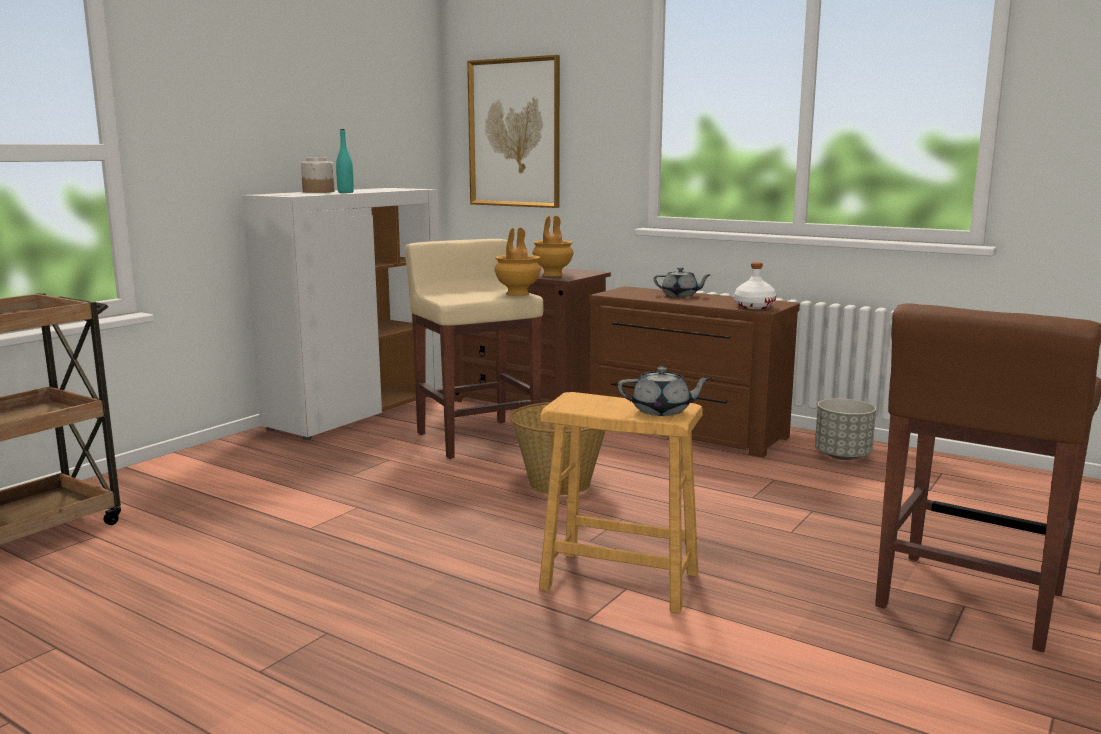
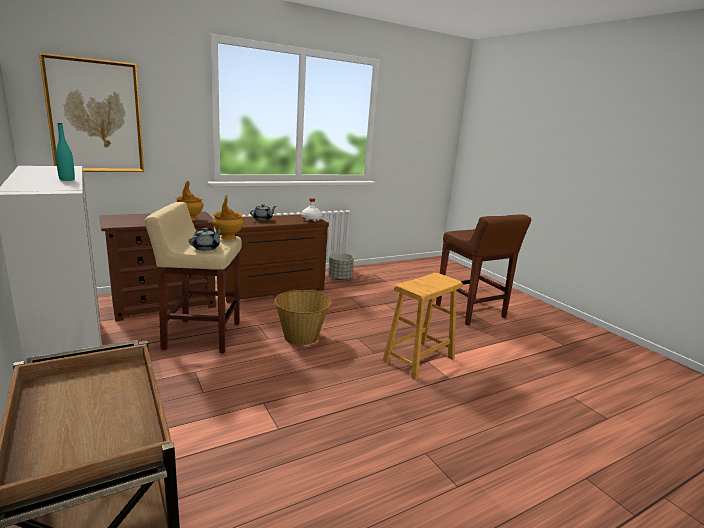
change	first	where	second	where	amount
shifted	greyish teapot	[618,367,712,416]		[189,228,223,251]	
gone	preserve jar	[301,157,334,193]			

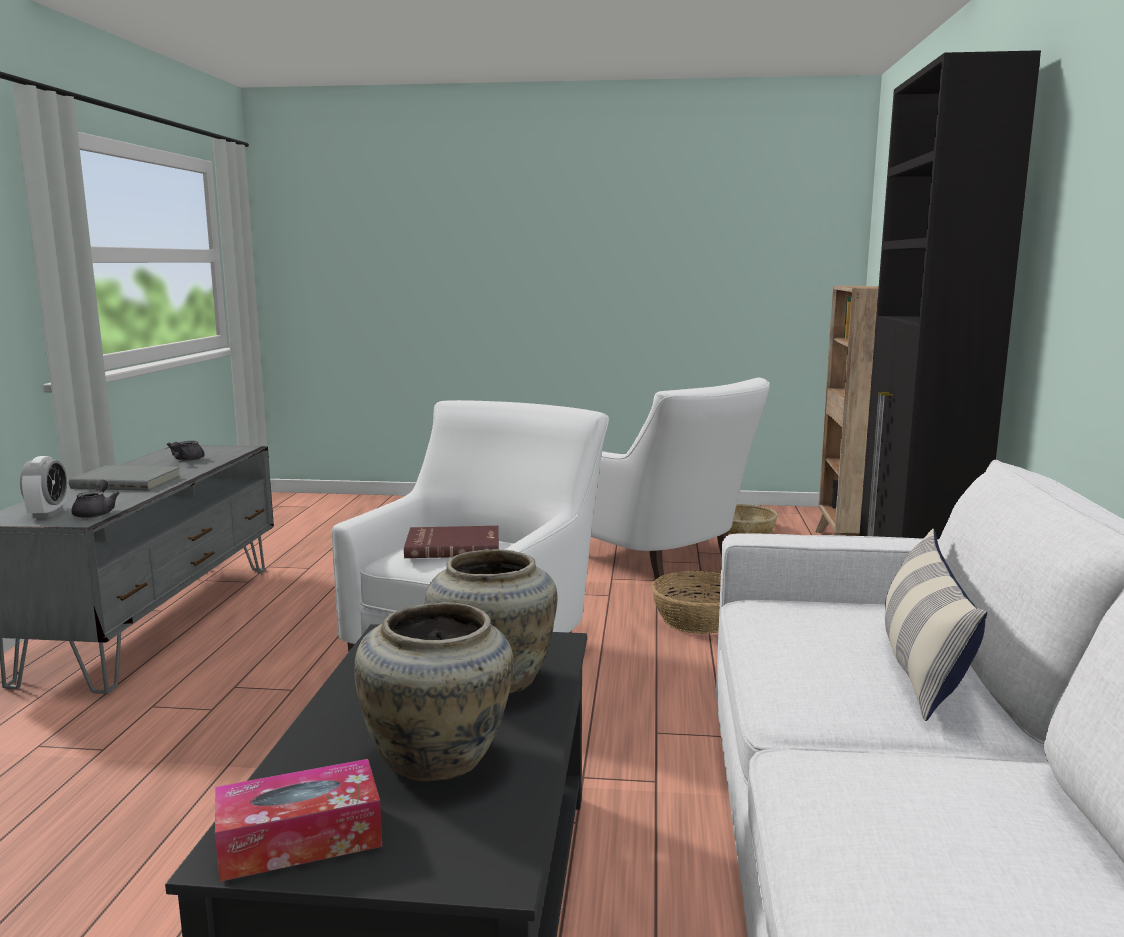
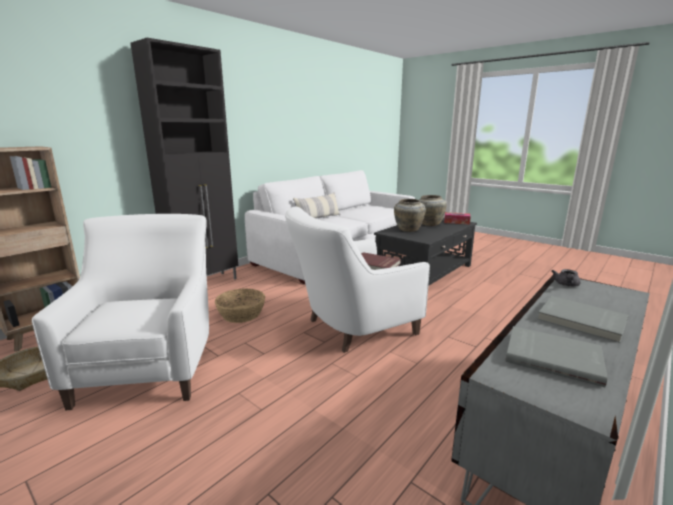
change	first	where	second	where	amount
swapped	greyish teapot	[167,441,205,461]	greyish bound book	[505,326,608,387]	
gone	table clock	[20,456,67,518]			

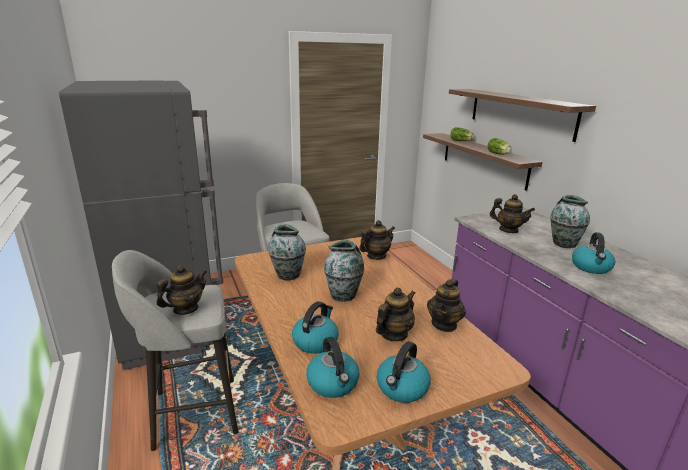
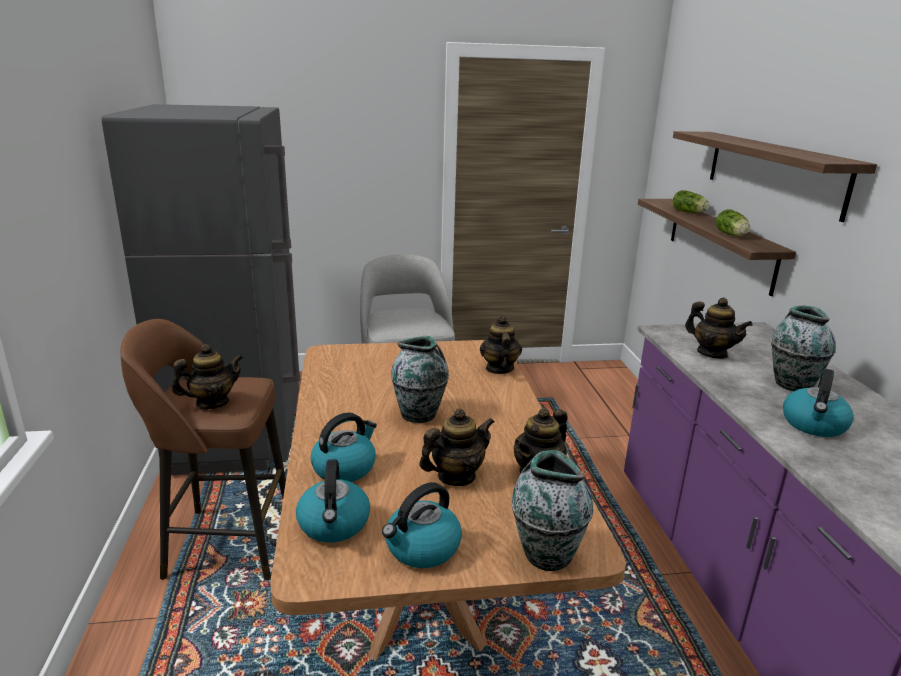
change	first	where	second	where	amount
repainted	greyish stool seat	[112,250,238,451]	brown-coloured stool seat	[120,319,286,580]	
rotated	teapot	[359,220,395,260]		[480,316,522,374]	75 degrees counterclockwise
shifted	decorative vase	[268,224,306,280]		[512,450,593,571]	

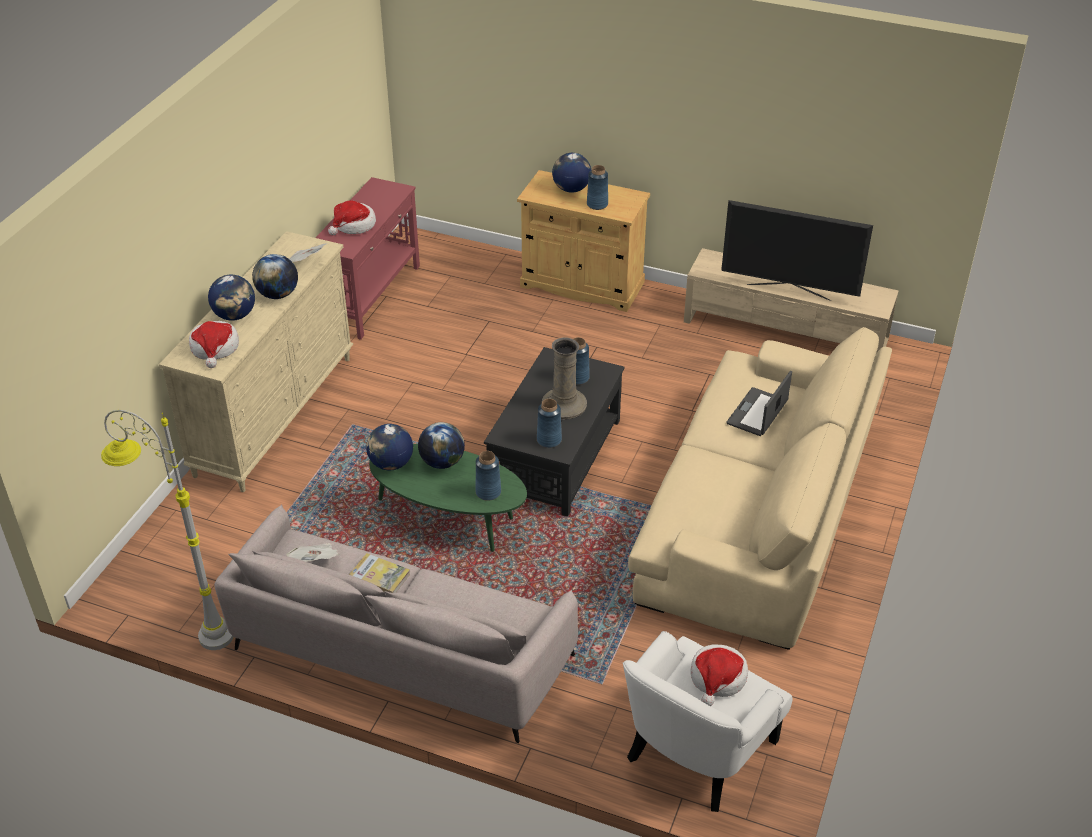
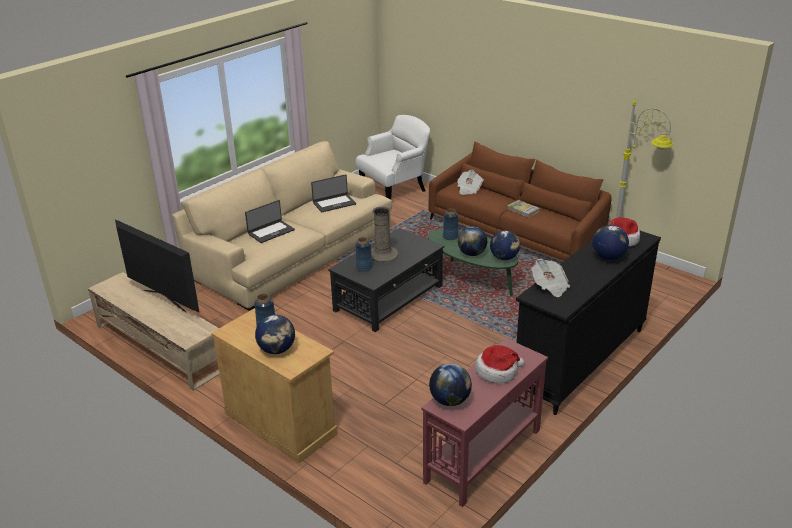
change	first	where	second	where	amount
new			portable computer	[311,174,356,212]	
repainted	greyish sofa	[215,504,578,743]	brown-coloured sofa	[428,141,612,261]	
shifted	globe	[252,254,298,299]		[429,363,472,406]	
shifted	printed paper	[286,543,339,562]		[457,170,484,195]	
repainted	sand-coloured chest of drawers	[159,231,353,492]	blackish chest of drawers	[516,230,661,415]	
gone	blue decorative vase	[537,399,562,448]			
gone	wearable hat	[690,644,748,706]			

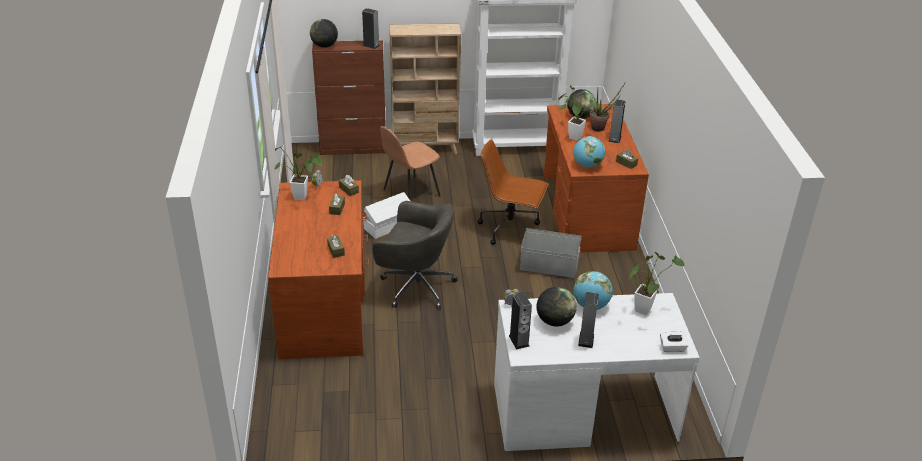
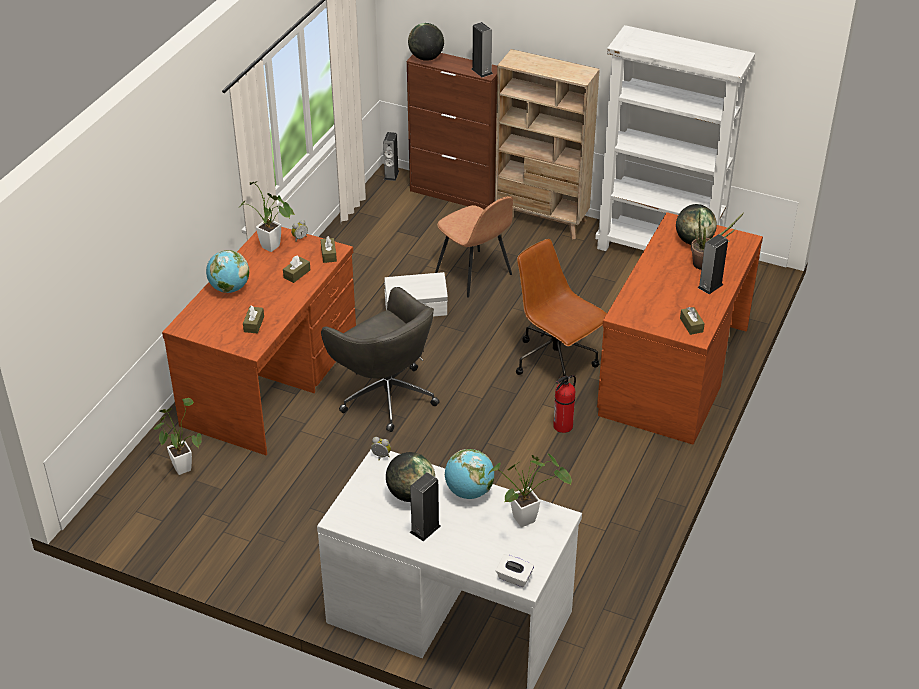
change	first	where	second	where	amount
shifted	houseplant	[558,86,599,141]		[153,398,202,475]	
shifted	globe	[574,136,605,168]		[206,250,249,293]	
shifted	audio speaker	[509,293,532,350]		[383,132,399,181]	
rotated	brown-coloured plain chair	[380,126,441,200]		[435,196,513,298]	120 degrees counterclockwise
swapped	greyish storage box	[520,228,582,278]	extinguisher	[553,375,576,433]	

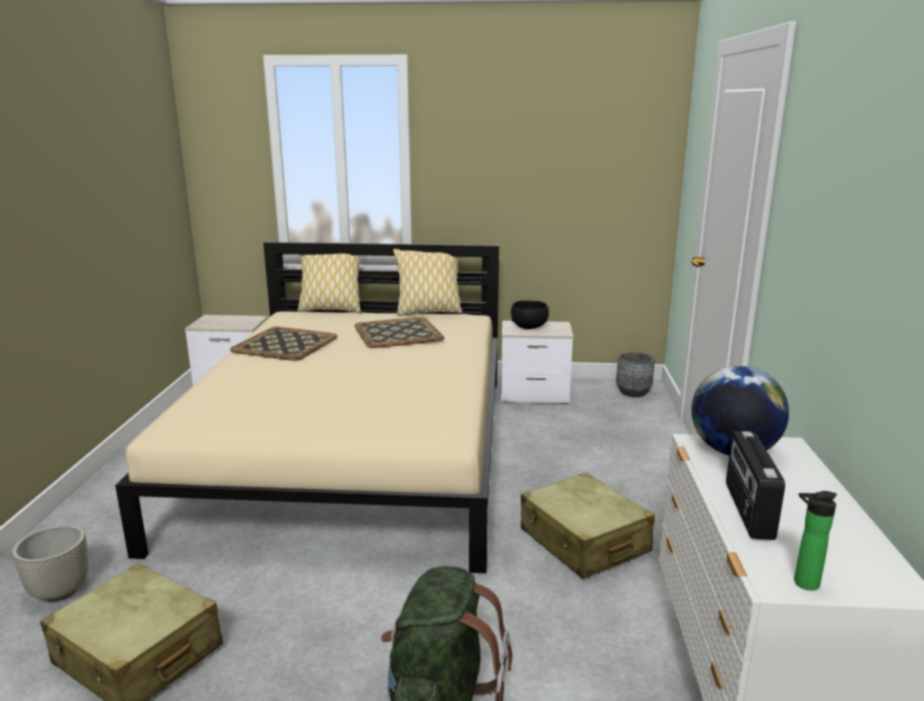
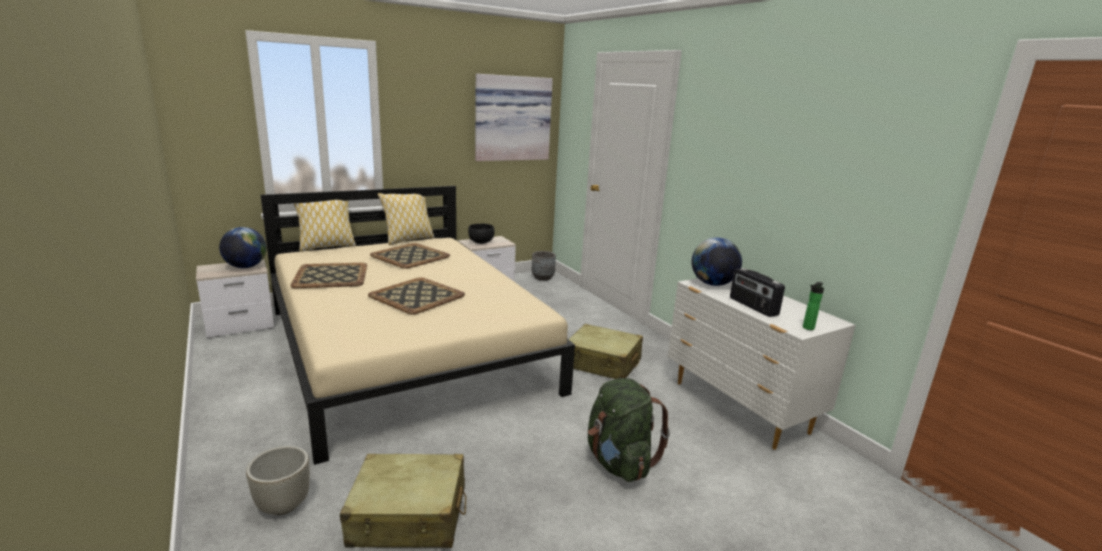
change	first	where	second	where	amount
new			globe	[219,227,267,268]	
new			tray	[368,277,465,315]	
new			picture	[475,74,553,161]	

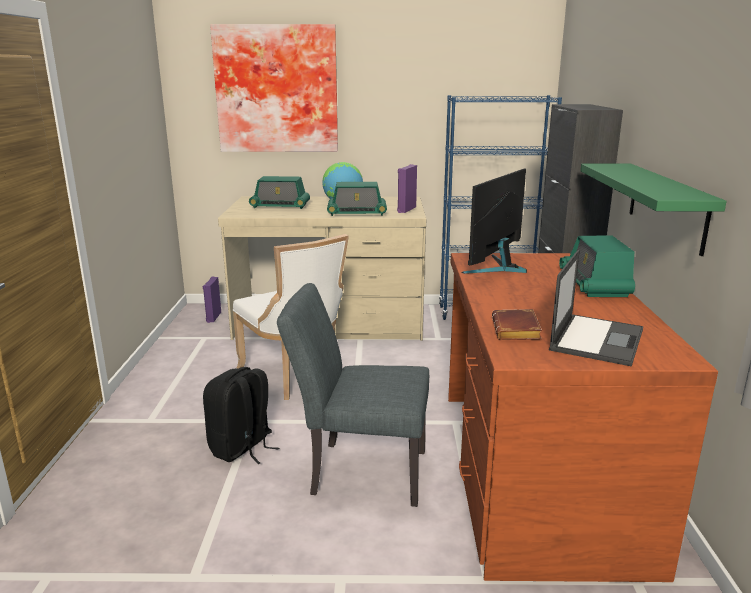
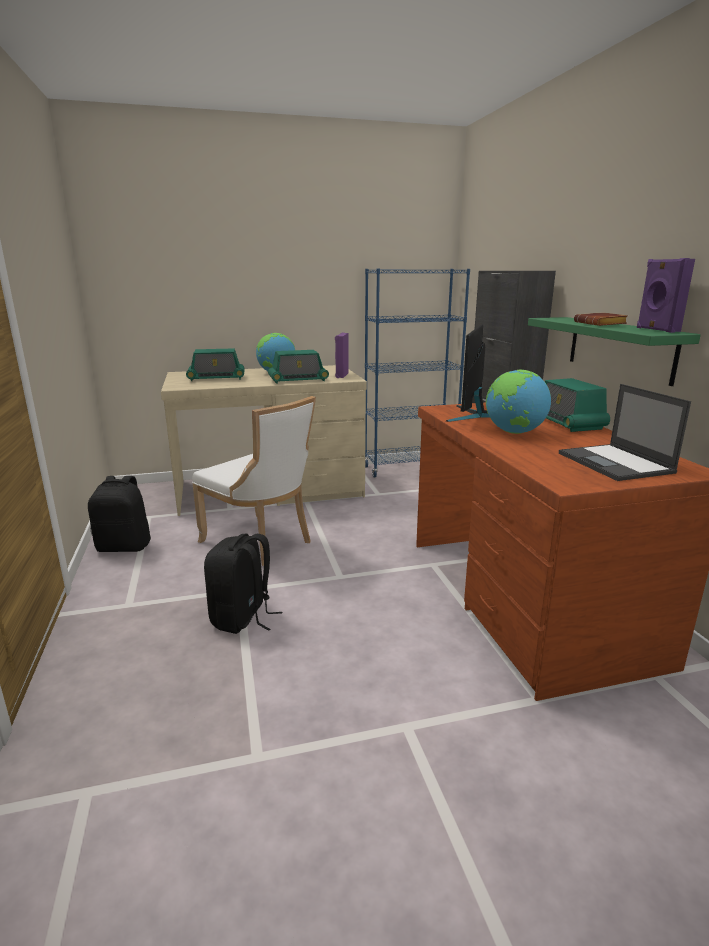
change	first	where	second	where	amount
new			blackish knapsack	[88,476,151,552]	
new			globe	[486,370,551,434]	
rotated	portable computer	[549,250,643,367]		[559,384,691,481]	150 degrees clockwise
shifted	brown-coloured bound book	[492,309,542,340]		[574,312,628,326]	
shifted	purple audio speaker	[203,277,221,323]		[637,258,695,333]	
gone	picture	[210,24,338,152]			
gone	greyish plain chair	[277,283,429,507]			

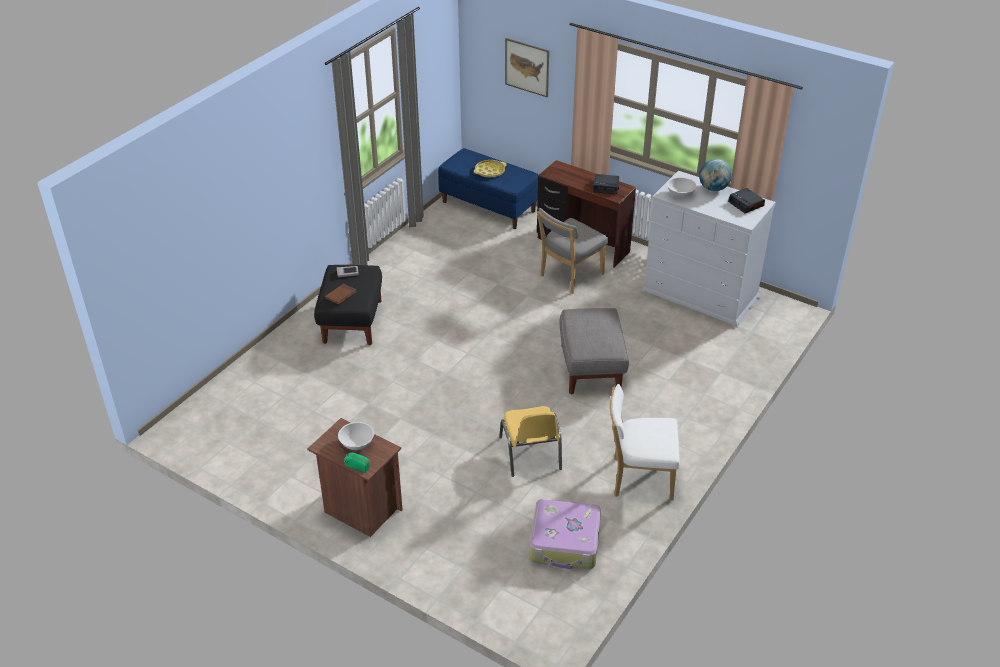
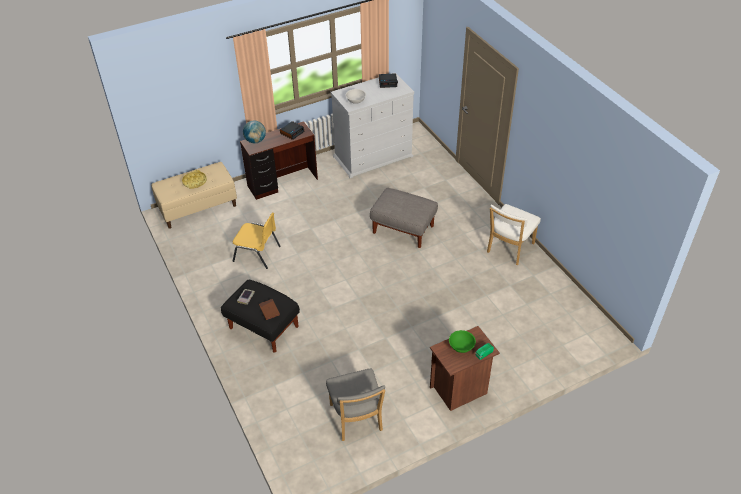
change	first	where	second	where	amount
repainted	blue bench	[438,148,538,229]	sand-coloured bench	[151,162,237,229]	
shifted	yellow-coloured plain chair	[499,406,562,477]		[233,212,281,269]	
shifted	globe	[699,159,732,191]		[243,120,266,143]	
shifted	greyish plain chair	[537,208,608,294]		[326,369,385,441]	
repainted	whitish deep dish	[338,422,374,450]	green-coloured deep dish	[449,330,476,353]	
gone	picture	[505,38,549,97]			
gone	travel case	[529,499,601,569]			

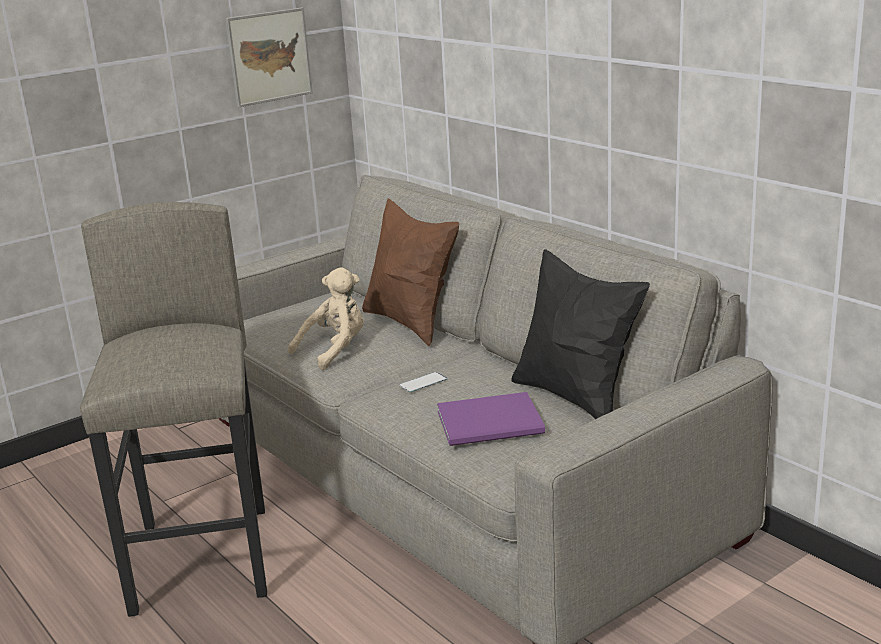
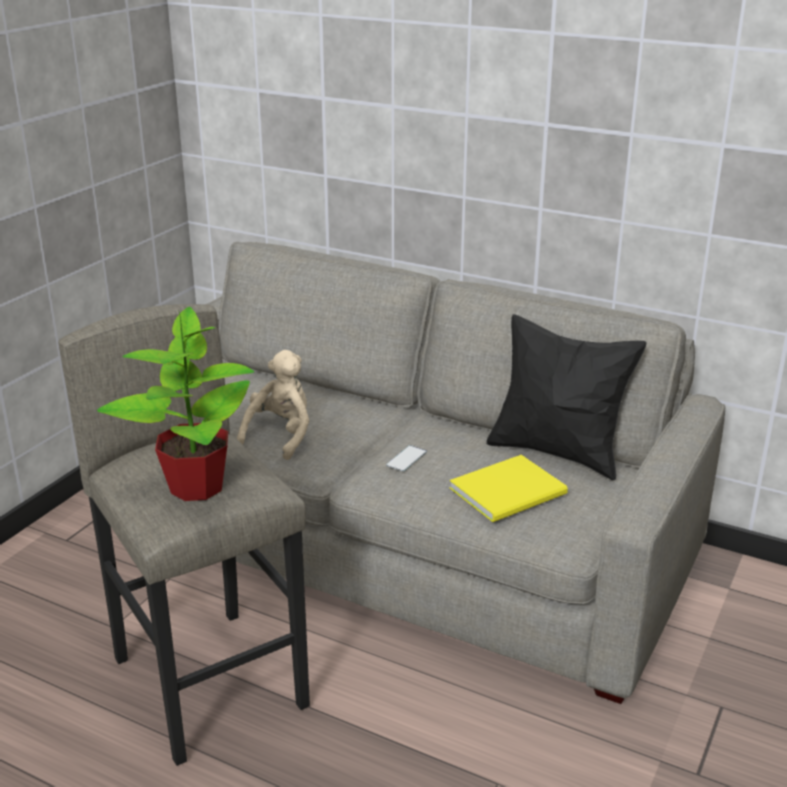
change	first	where	second	where	amount
new			houseplant	[97,307,254,501]	
repainted	purple bound book	[437,392,545,446]	yellow-coloured bound book	[450,455,568,522]	
gone	picture	[225,7,313,107]			
gone	brown-coloured throw pillow	[362,198,459,346]			

